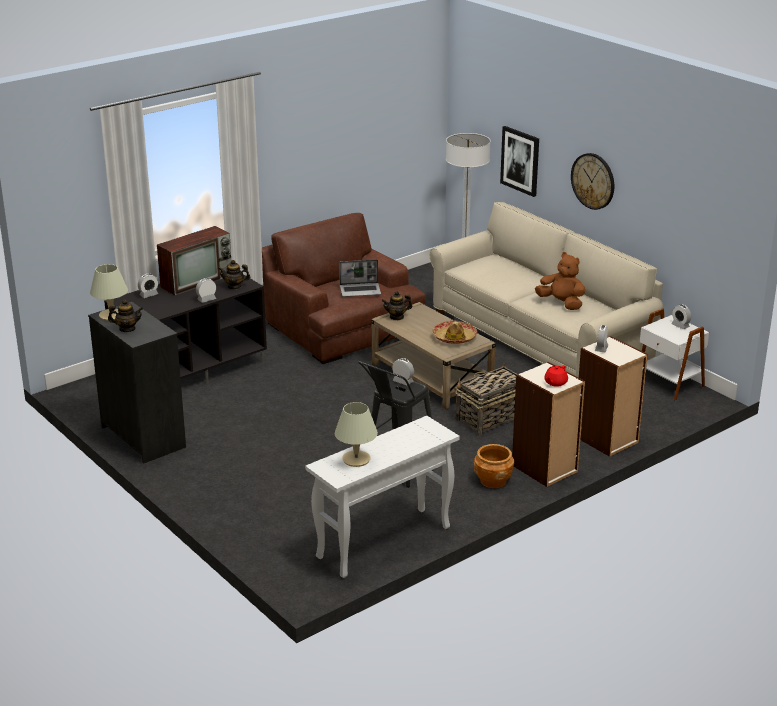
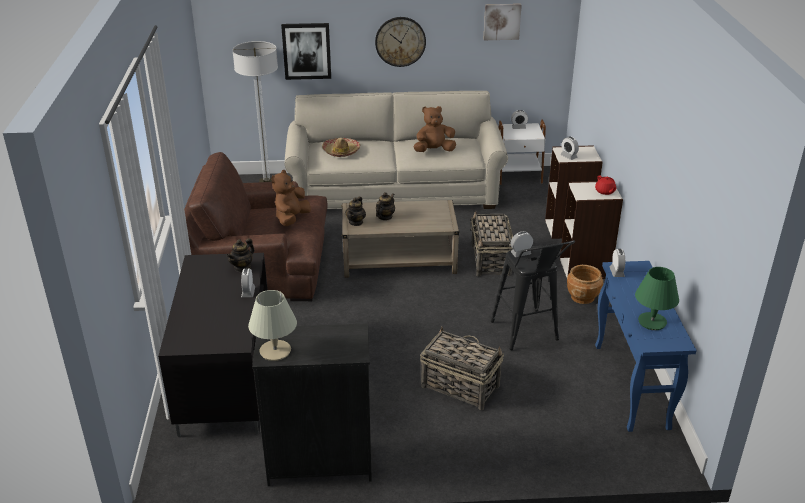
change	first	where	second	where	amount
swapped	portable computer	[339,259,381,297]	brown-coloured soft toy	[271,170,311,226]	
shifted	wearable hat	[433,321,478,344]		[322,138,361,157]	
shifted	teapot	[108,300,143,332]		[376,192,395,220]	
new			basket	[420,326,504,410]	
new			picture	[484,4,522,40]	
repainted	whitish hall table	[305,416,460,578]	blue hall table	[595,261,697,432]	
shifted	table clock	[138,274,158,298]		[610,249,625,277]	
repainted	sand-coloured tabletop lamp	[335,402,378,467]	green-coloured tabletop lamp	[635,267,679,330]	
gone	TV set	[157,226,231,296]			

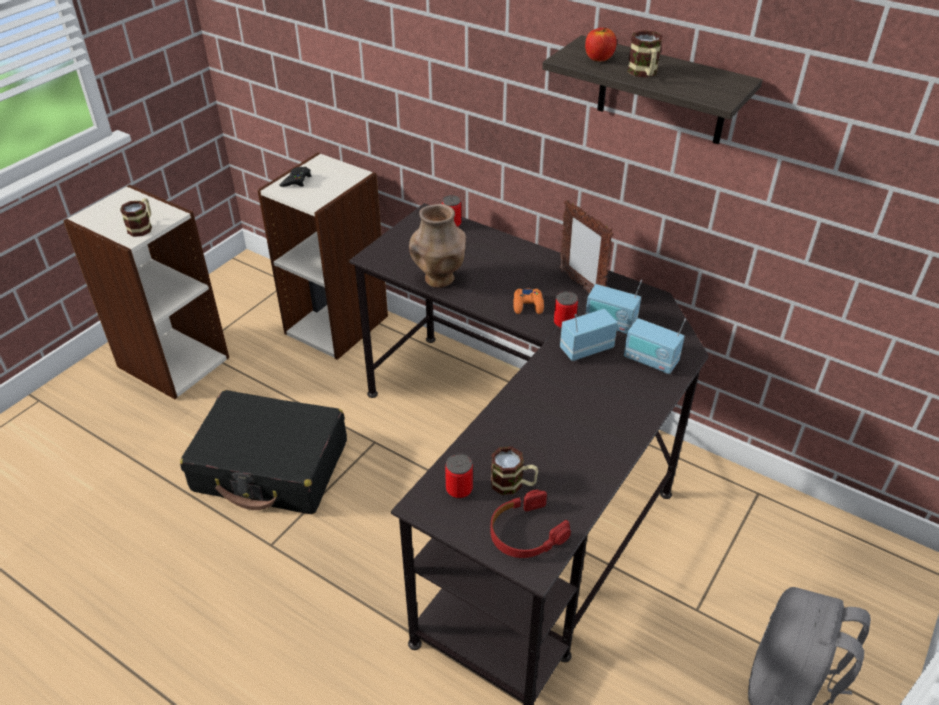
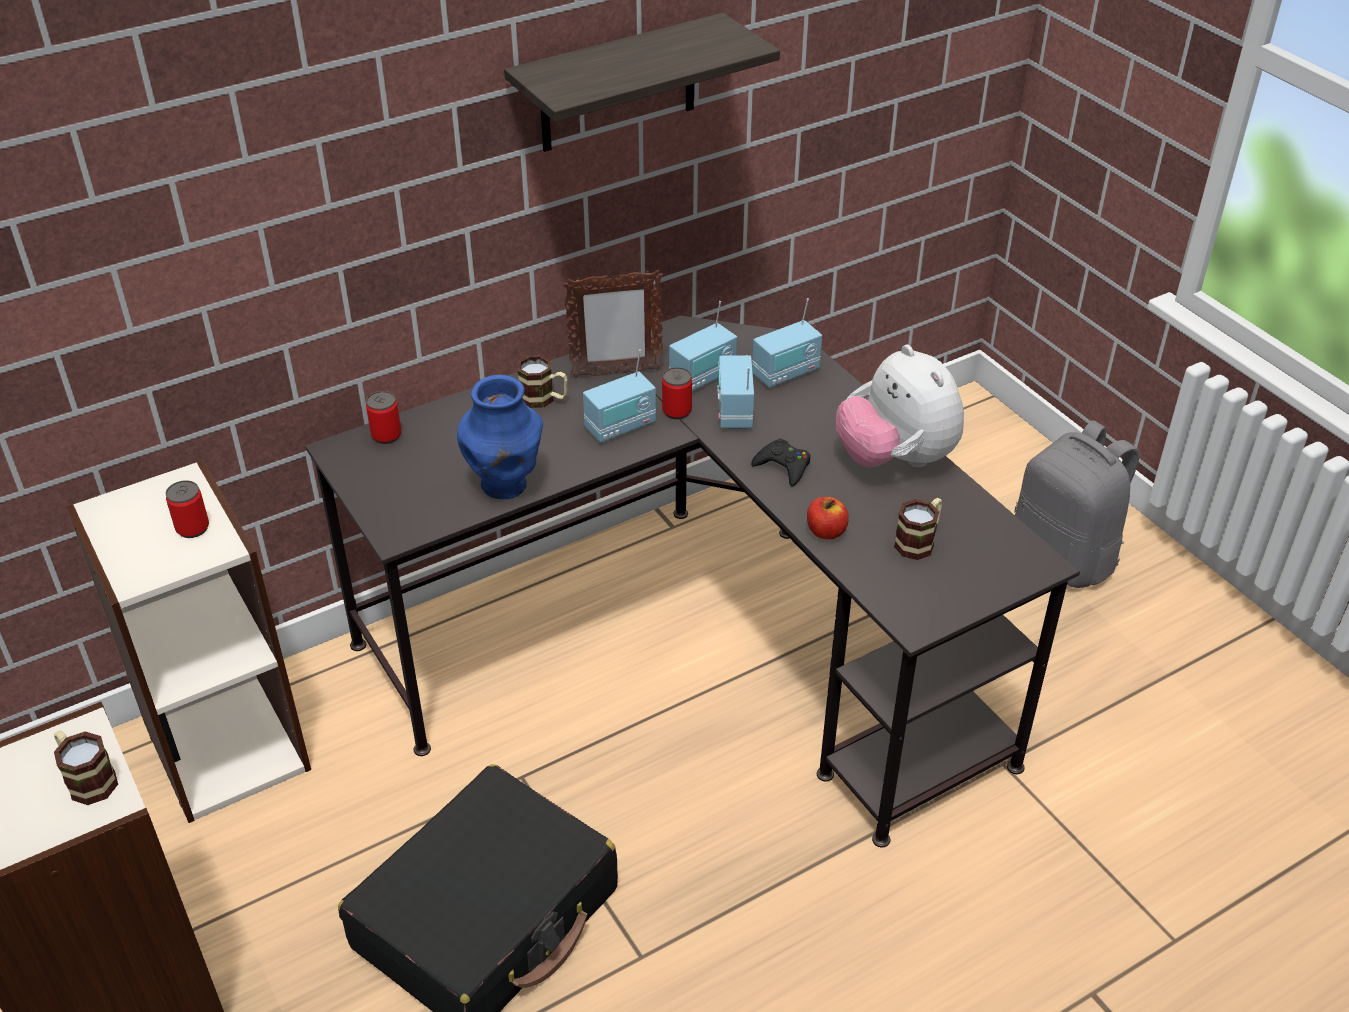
change	first	where	second	where	amount
shifted	can	[445,453,473,499]		[166,480,209,538]	
repainted	brown-coloured decorative vase	[409,204,466,288]	blue decorative vase	[457,375,543,499]	
shifted	tea mug	[627,30,663,78]		[517,355,568,408]	
swapped	orangey gamepad	[513,289,544,314]	radio receiver	[583,349,656,443]	
shifted	blackish gamepad	[279,167,311,187]		[751,438,810,487]	
shifted	apple fruit	[585,28,617,61]		[807,497,849,540]	
new			soft toy	[836,345,964,467]	
gone	red headphones	[490,489,571,558]			

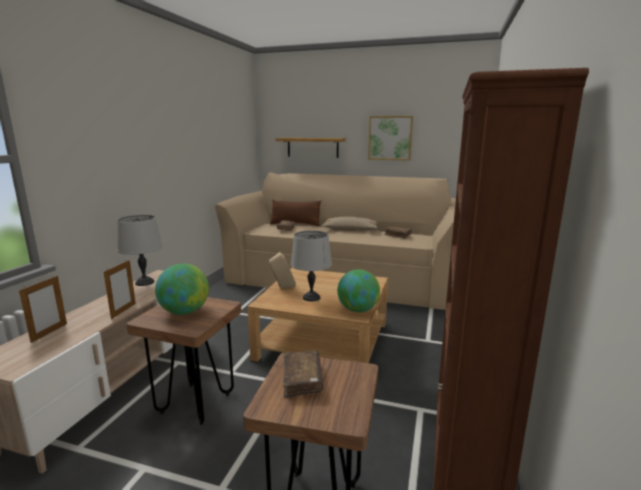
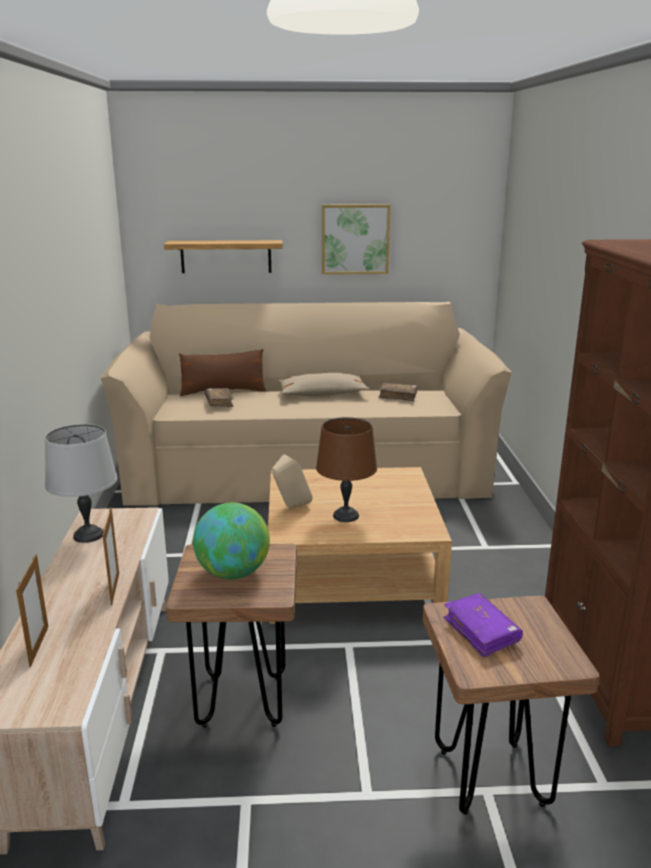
change	first	where	second	where	amount
repainted	greyish tabletop lamp	[291,231,332,301]	brown-coloured tabletop lamp	[316,417,377,522]	
repainted	brown-coloured bound book	[283,350,323,398]	purple bound book	[444,593,523,657]	
gone	globe	[337,269,380,312]			

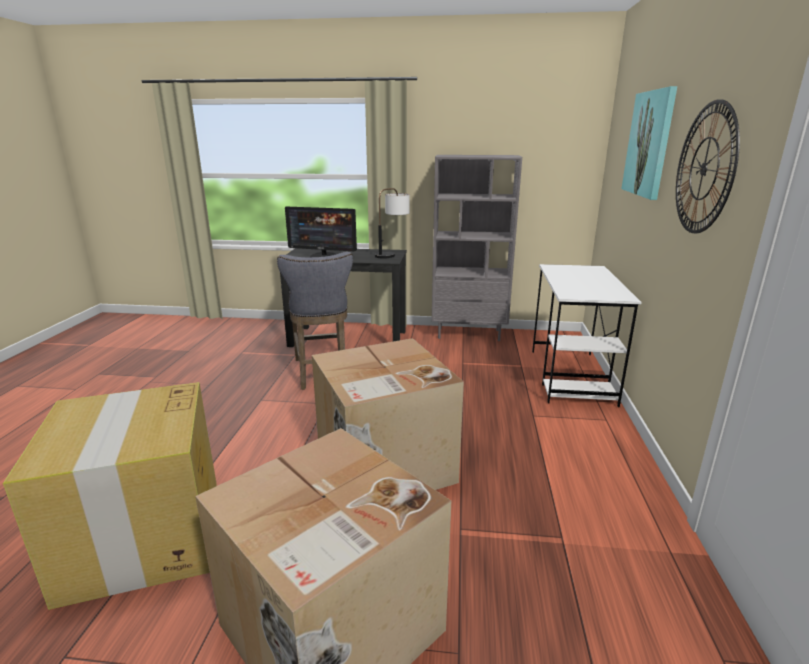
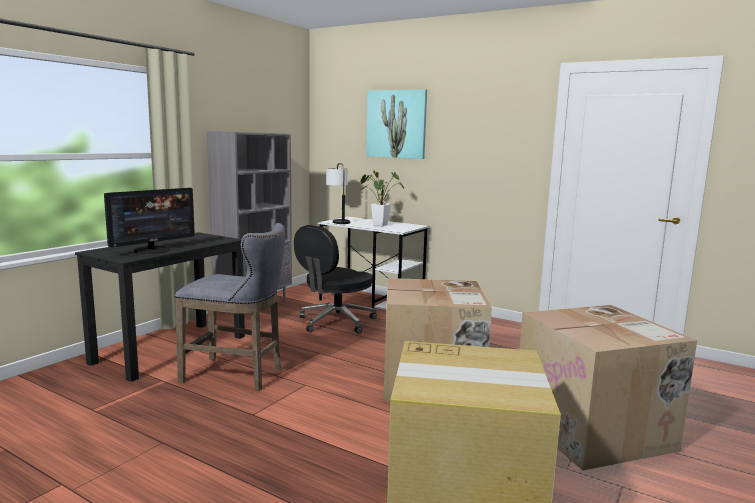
change	first	where	second	where	amount
new			blackish office chair	[294,225,377,334]	
shifted	tabletop lamp	[375,188,410,259]		[326,163,350,224]	
new			houseplant	[361,170,404,226]	
gone	hanging clock	[676,99,740,233]			

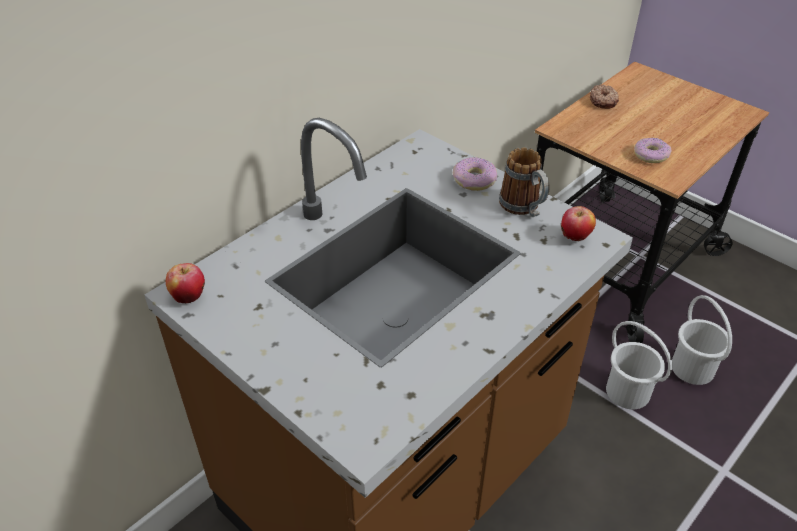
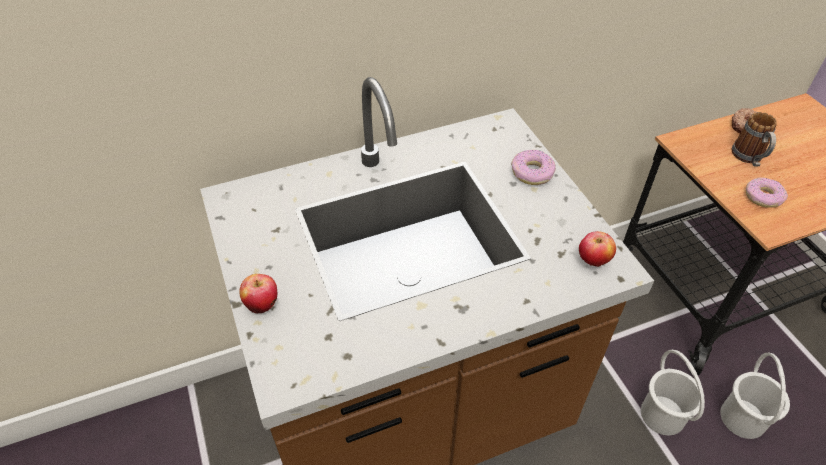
change	first	where	second	where	amount
shifted	apple fruit	[166,263,205,303]		[239,274,277,313]	
shifted	tea mug	[499,148,550,217]		[731,112,777,166]	

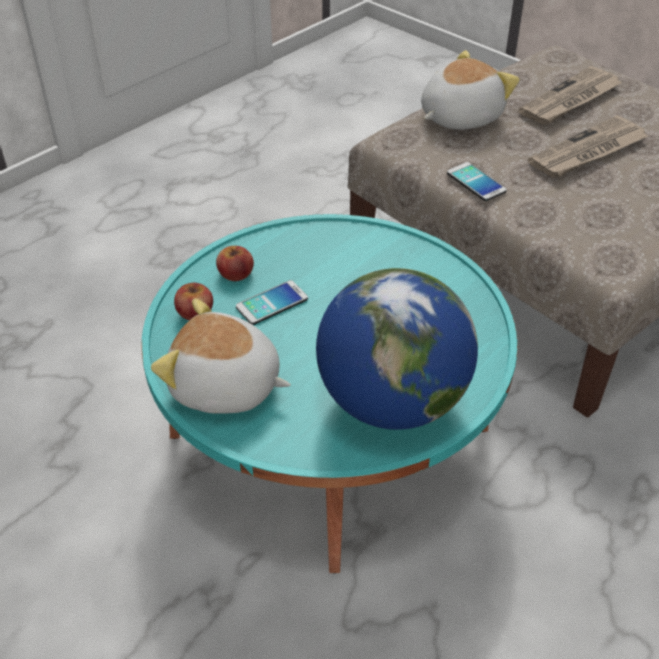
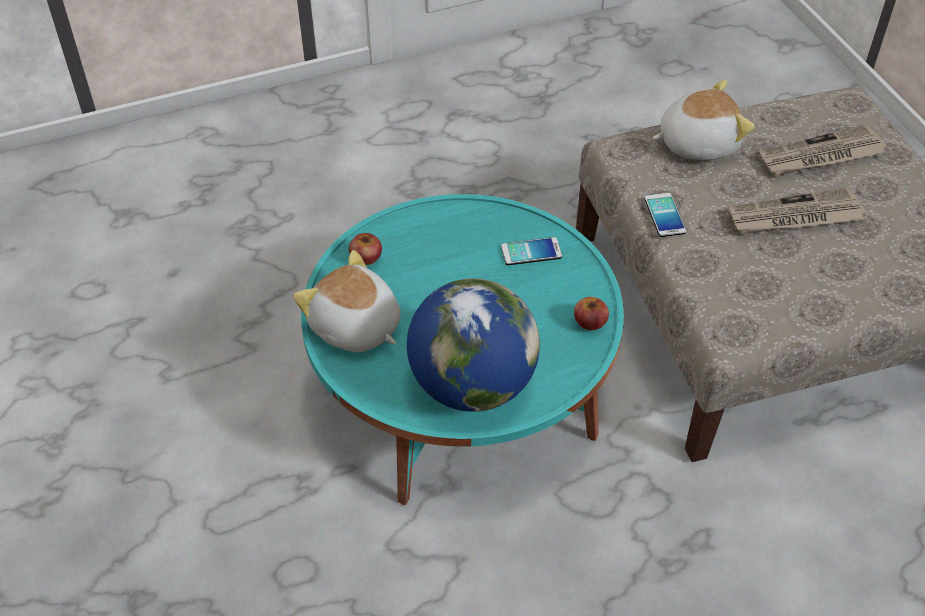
change	first	where	second	where	amount
shifted	handset	[236,280,308,325]		[501,237,562,265]	
shifted	apple fruit	[216,246,254,281]		[574,297,609,330]	

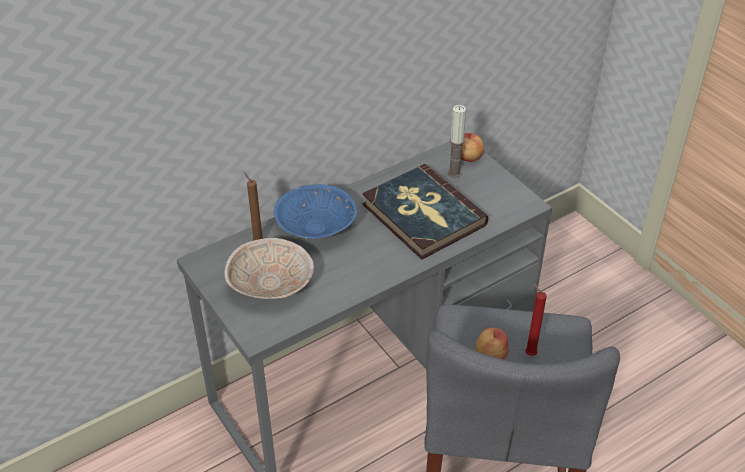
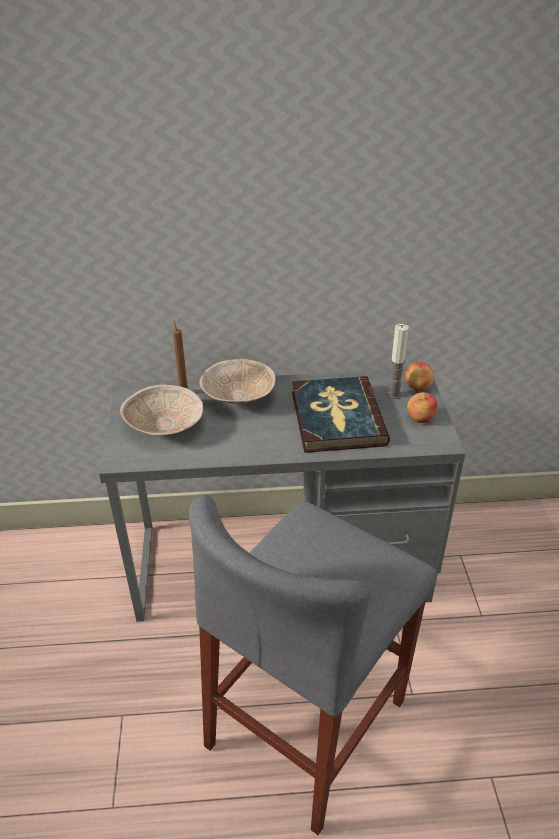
change	first	where	second	where	amount
repainted	blue deep dish	[274,184,357,239]	sand-coloured deep dish	[199,359,276,404]	
shifted	apple fruit	[476,328,509,360]		[407,392,437,423]	
gone	red wax light	[525,283,547,356]			

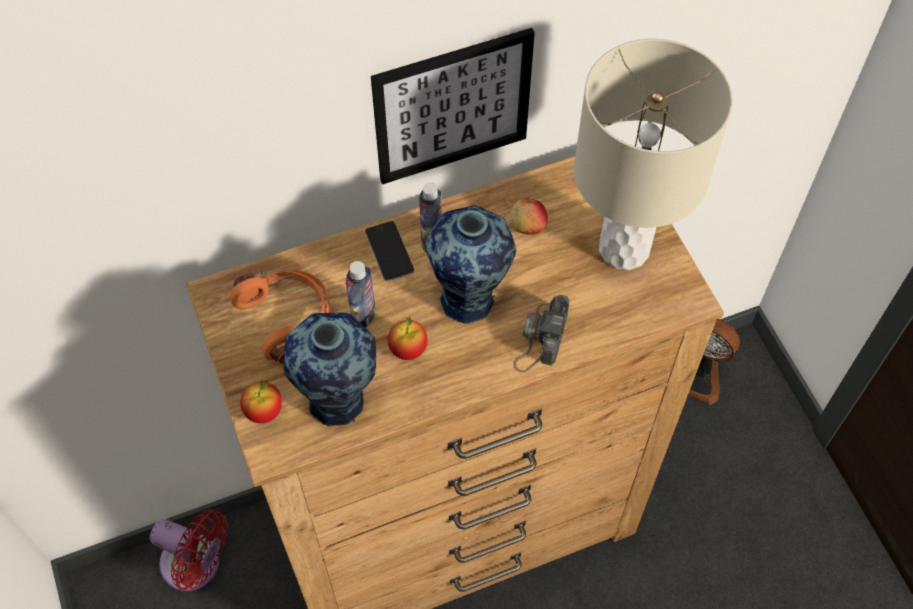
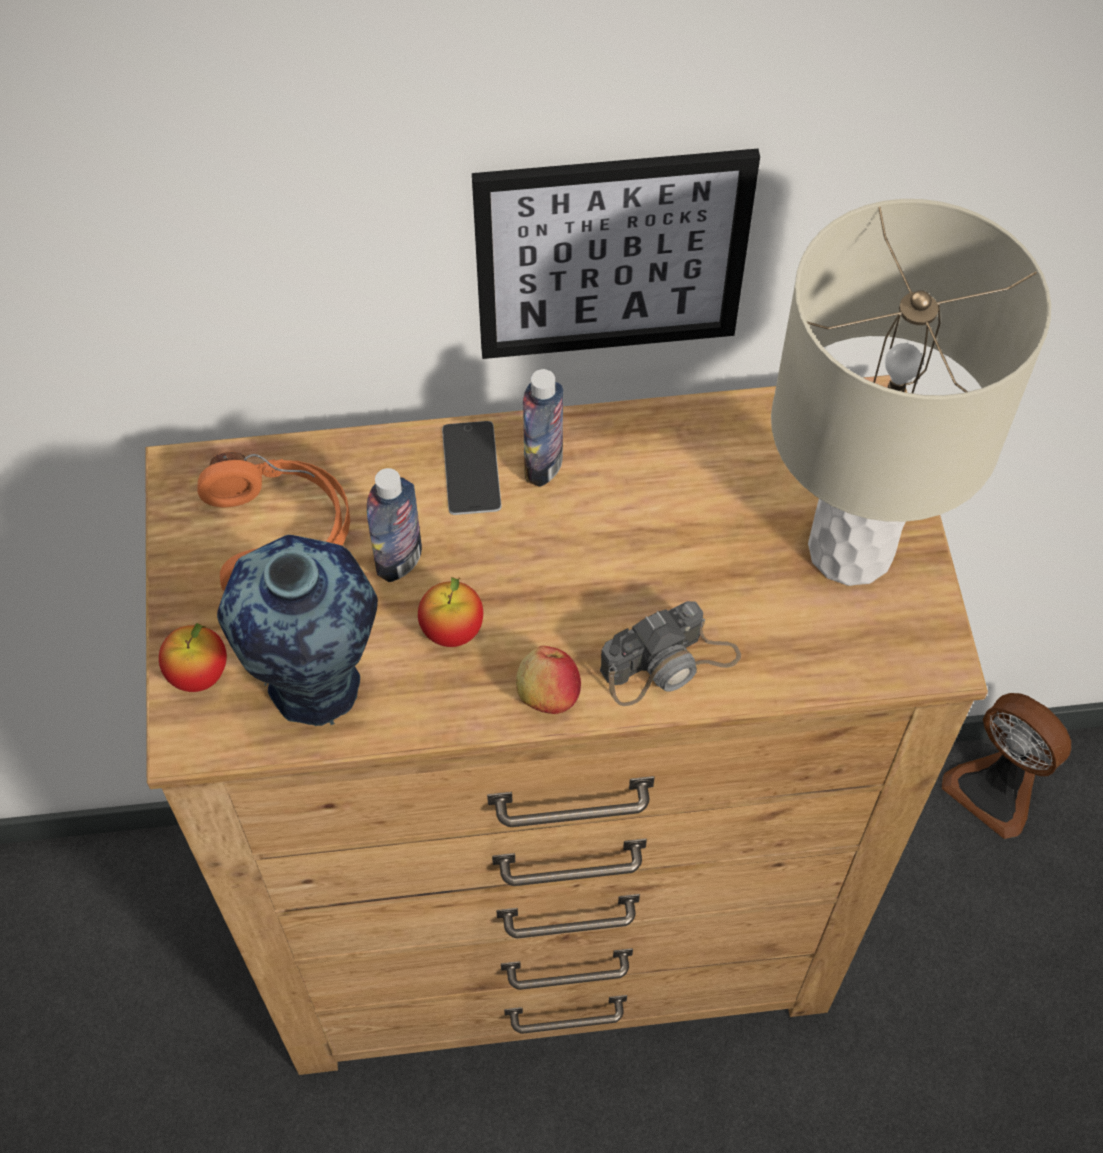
change	first	where	second	where	amount
shifted	apple fruit	[510,198,548,235]		[516,646,581,714]	
rotated	still camera	[513,294,569,373]		[600,601,741,706]	150 degrees counterclockwise
gone	red cooling fan	[150,509,228,591]			
gone	decorative vase	[425,205,516,325]			

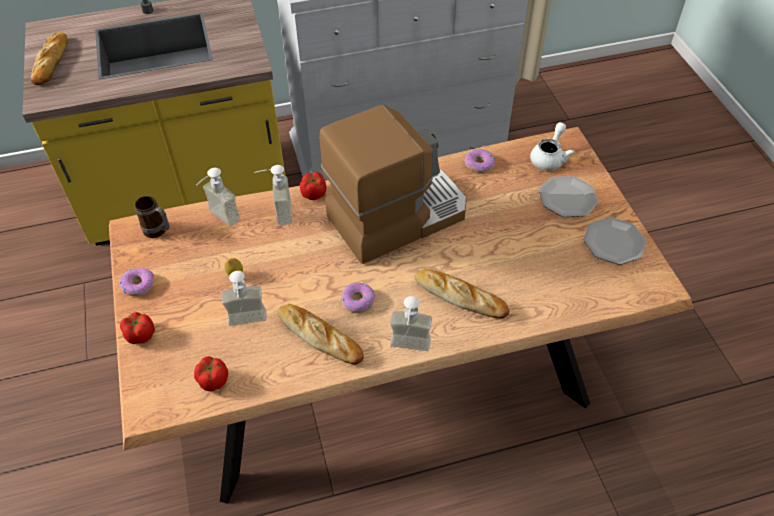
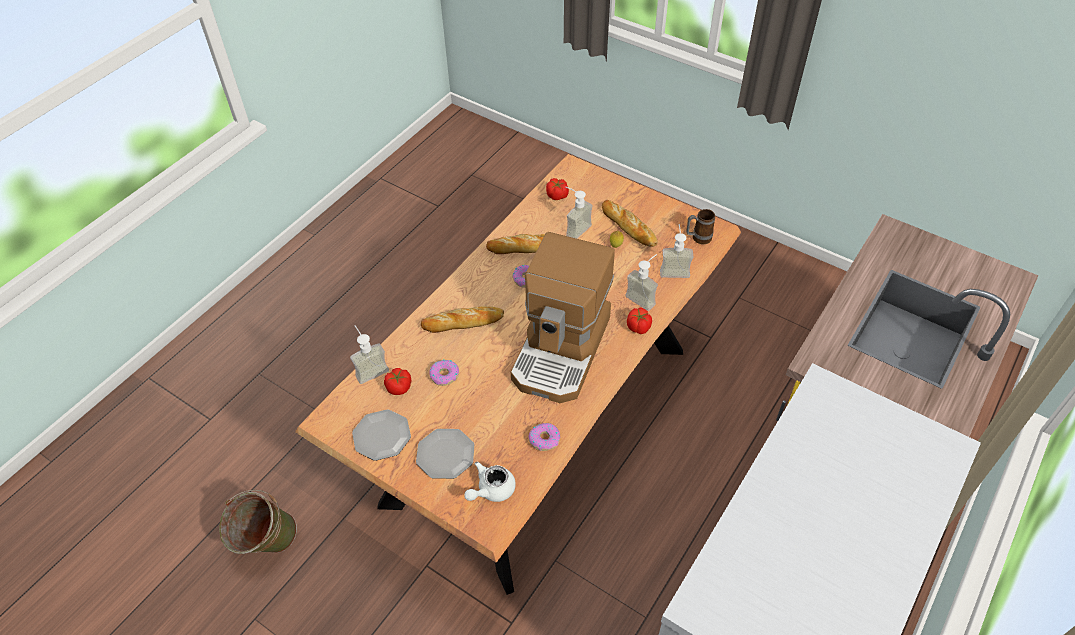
change	first	where	second	where	amount
new			green-coloured water bucket	[219,490,297,554]	
shifted	liquid soap bottle	[390,296,432,351]		[350,325,389,384]	
shifted	fresh tomato	[120,312,155,344]		[384,368,411,395]	
shifted	doughnut	[119,268,154,296]		[429,359,459,386]	
rotated	whitish teapot	[530,122,575,170]		[464,461,516,502]	60 degrees clockwise
shifted	bakery bread	[31,32,68,85]		[602,200,658,247]	

